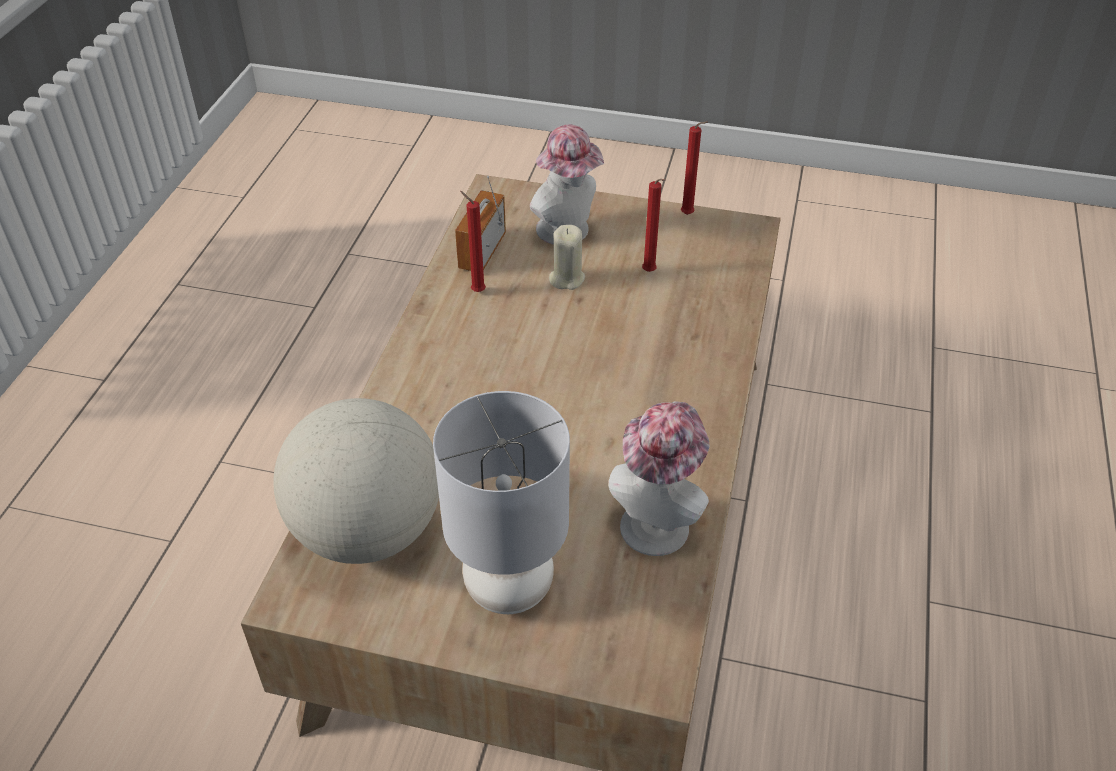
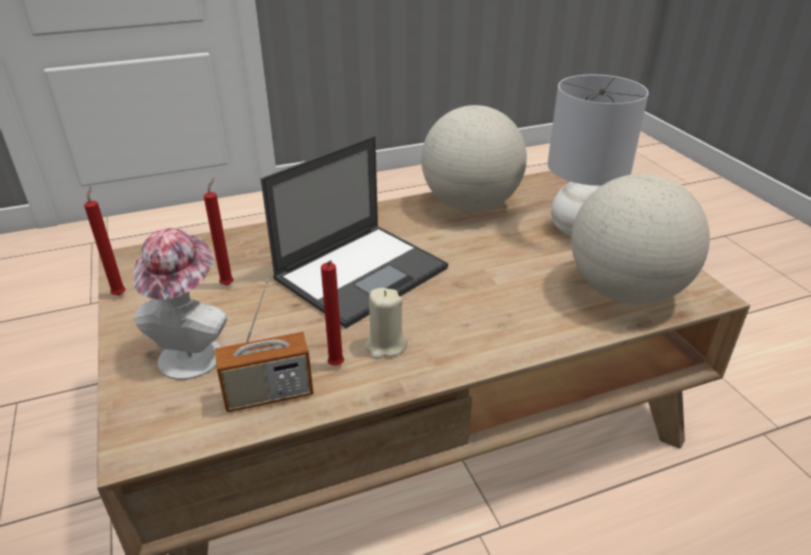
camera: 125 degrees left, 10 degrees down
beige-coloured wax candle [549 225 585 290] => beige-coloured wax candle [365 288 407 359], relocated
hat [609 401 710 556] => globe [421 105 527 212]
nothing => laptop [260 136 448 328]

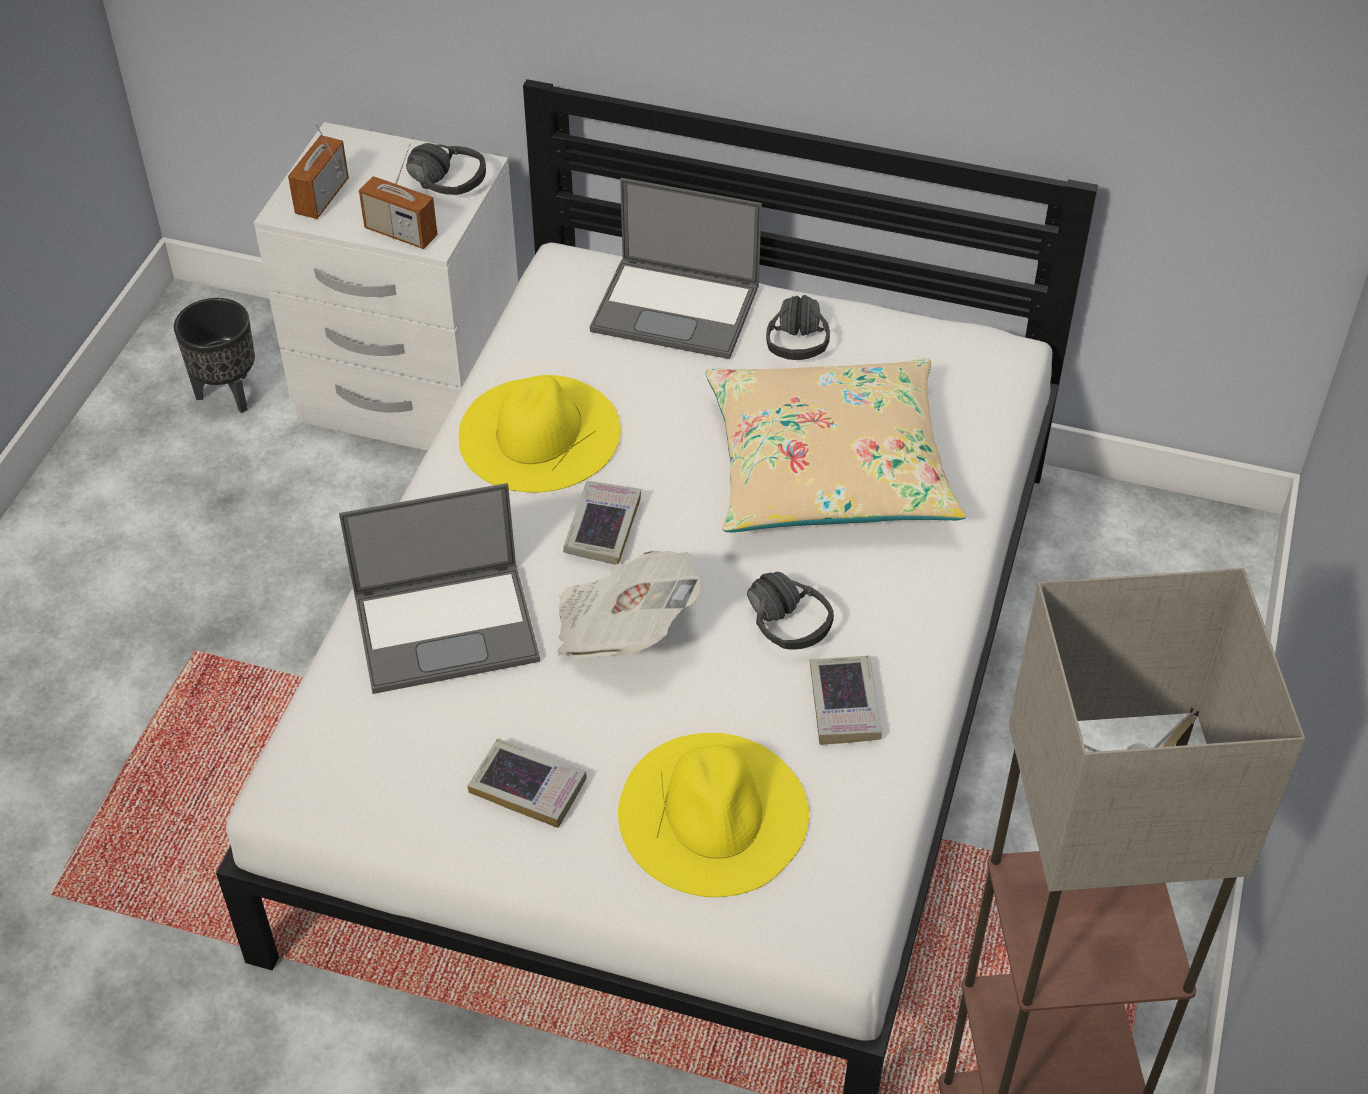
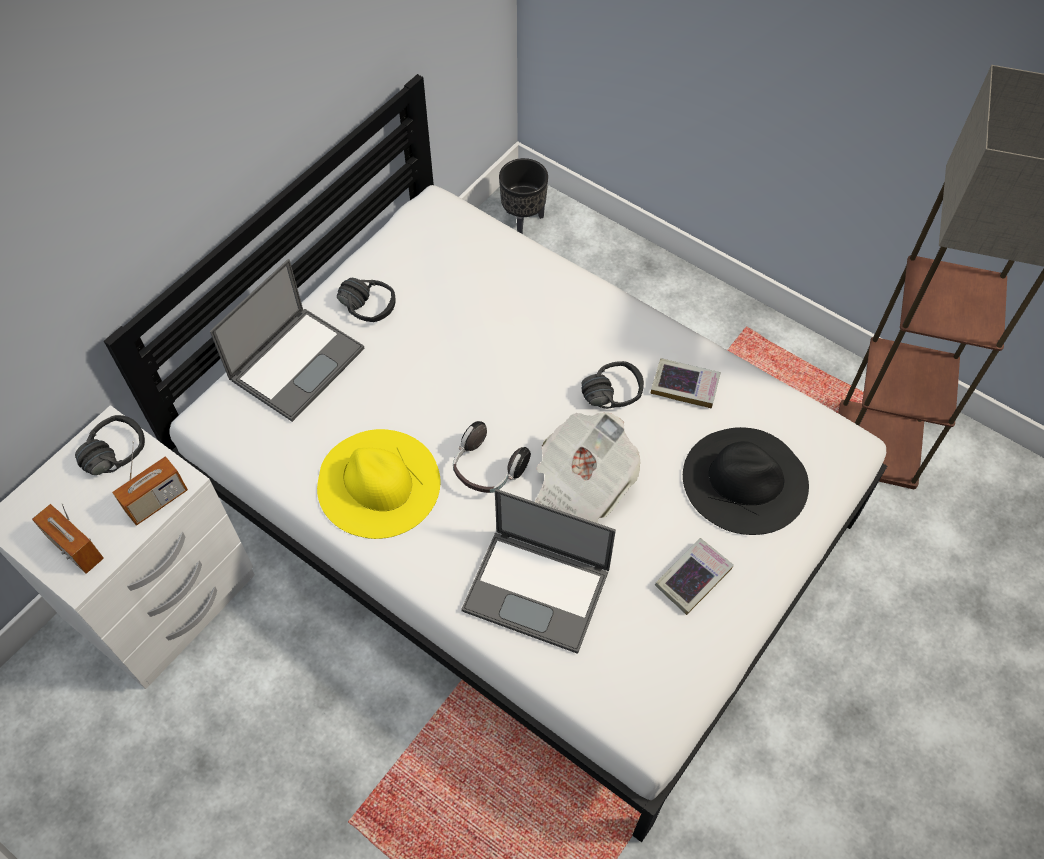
camera: 70 degrees left, 10 degrees up
black flower pot [174 298 255 413] => black flower pot [499 158 548 234], relocated
beige-coloured throw pillow [706 359 966 533] => nothing
bound book [563 481 641 565] => headset [453 421 531 493]
laptop [339 483 540 694] => laptop [461 489 616 654], 105 degrees clockwise
yellowish hat [618 733 809 897] => black hat [683 427 809 535]

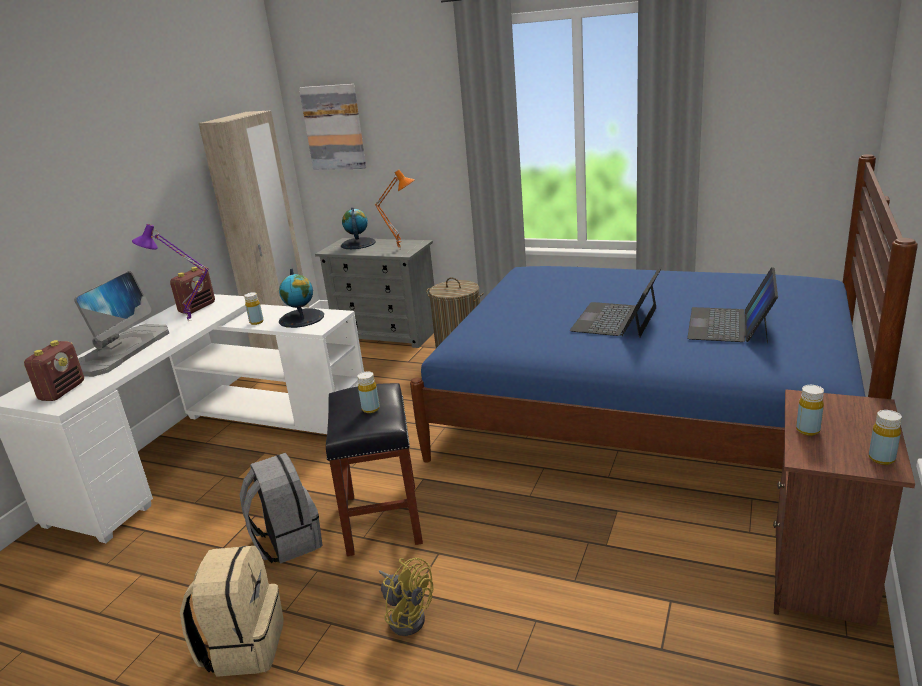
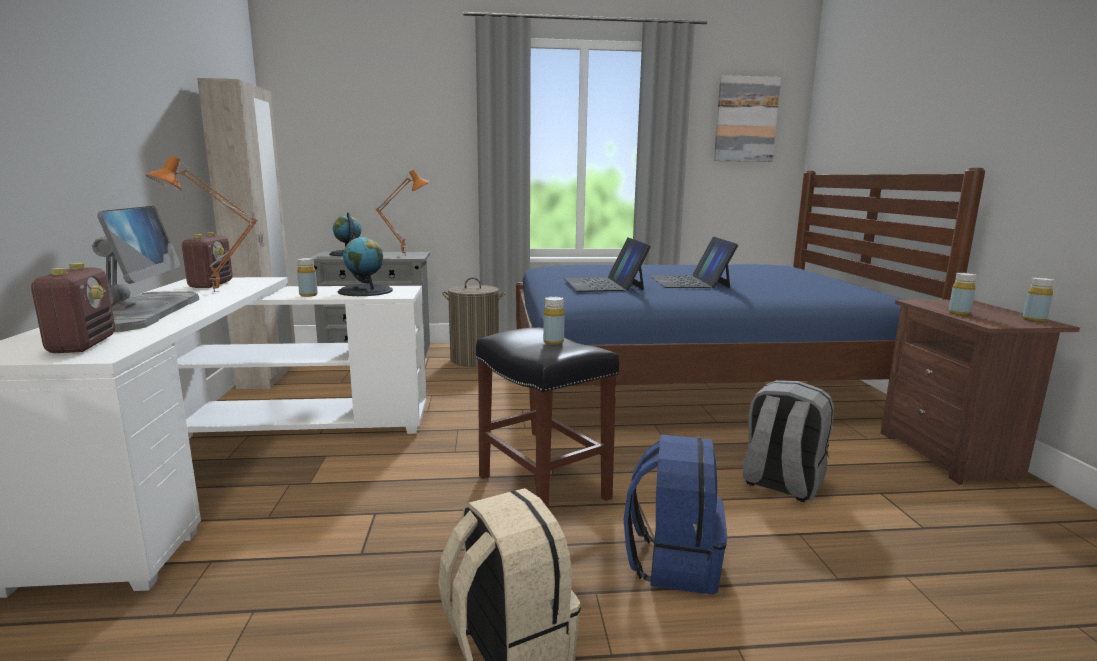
camera: 30 degrees left, 10 degrees down
picture [299 84 366 170] => picture [714 75 781 162], relocated
purplish table lamp [132 224 209 321] => orange-coloured table lamp [146 155 258 292]
laptop [687 267 778 343] => laptop [564 238 651 292], relocated
grey backpack [240 453 322 564] => grey backpack [743 380 834 502], relocated
yellowish electric fan [379 557 433 636] => bluish backpack [624 434 727 594]

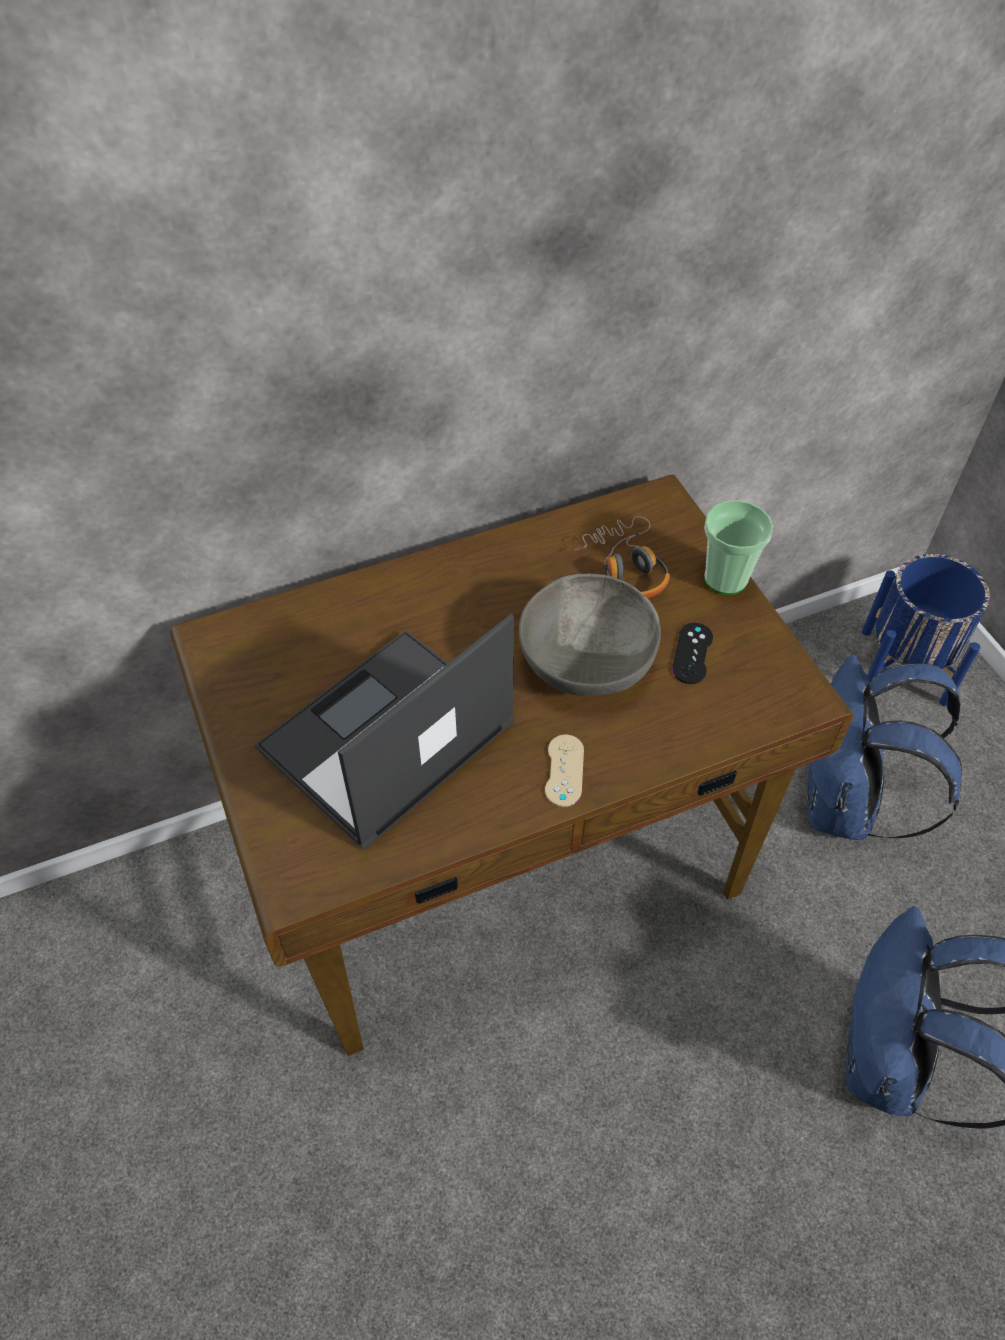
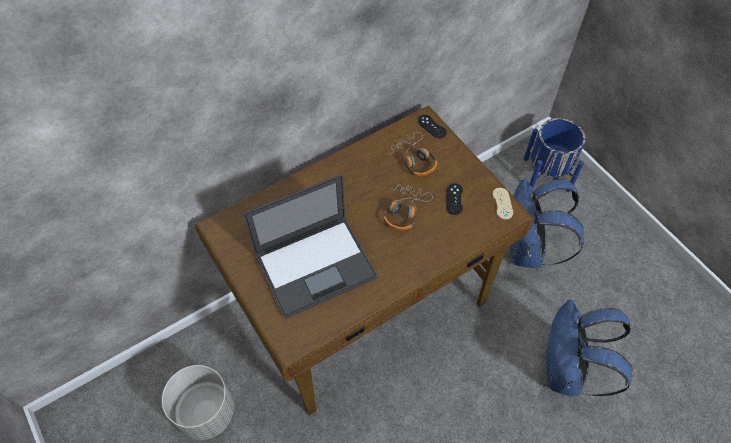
camera: 10 degrees left, 5 degrees up
drinking cup [704 500 773 595] => nothing
grey serving bowl [519 573 661 696] => headset [384 184 433 231]
laptop [254 614 515 850] => laptop [243 174 378 319], 150 degrees counterclockwise
beige-coloured game controller [545 735 584 807] => beige-coloured game controller [493 188 513 219], relocated
nothing => black game controller [418 115 447 138]
nothing => grey flower pot [162 365 234 440]

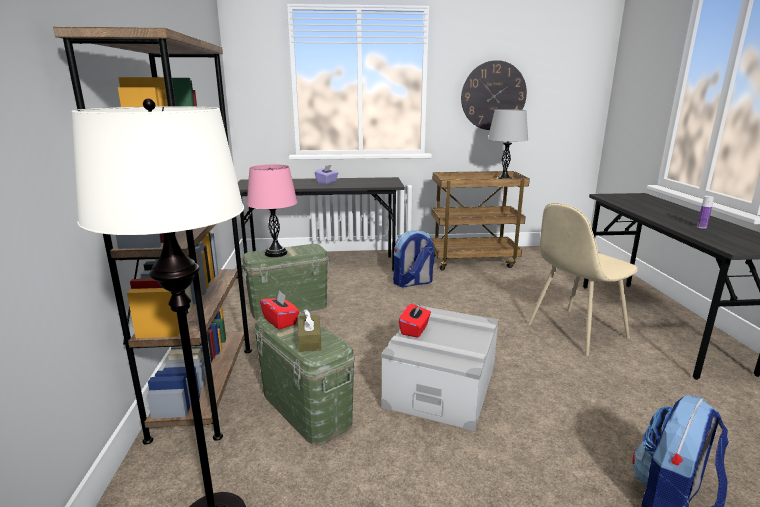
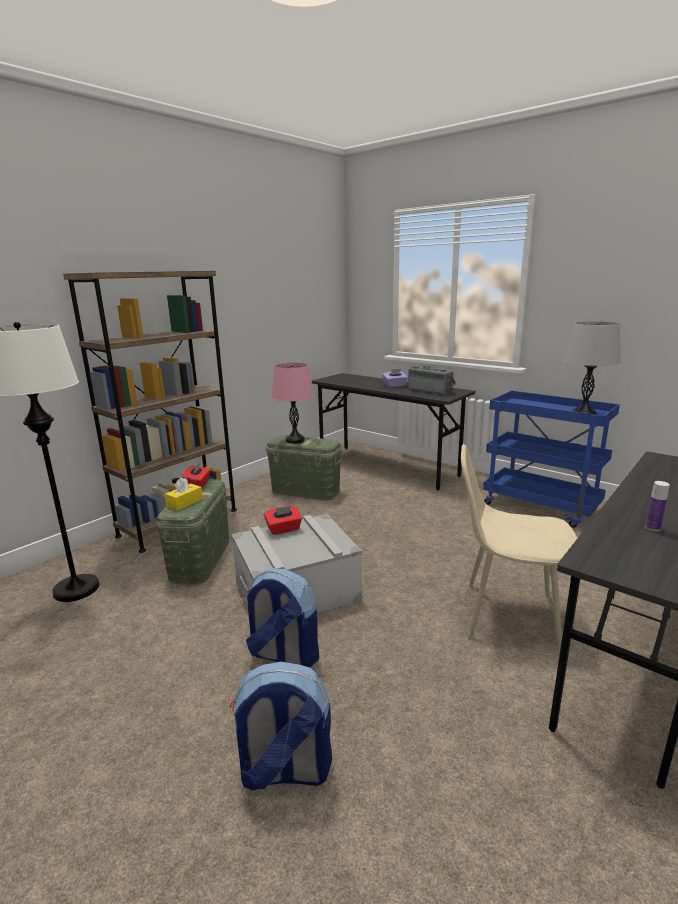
camera: 45 degrees right, 0 degrees up
clock on the wall [461 60 527 130] => nothing
brown wheeled cart [431 171 530 270] => bluish wheeled cart [483 391 620 528]
backpack [393 230 435 288] => backpack [246 568 319 668], relocated
brown box of tissues [298 309 321 352] => yellowish box of tissues [165 477 203 511]
nothing => radio receiver [408 365 456 395]

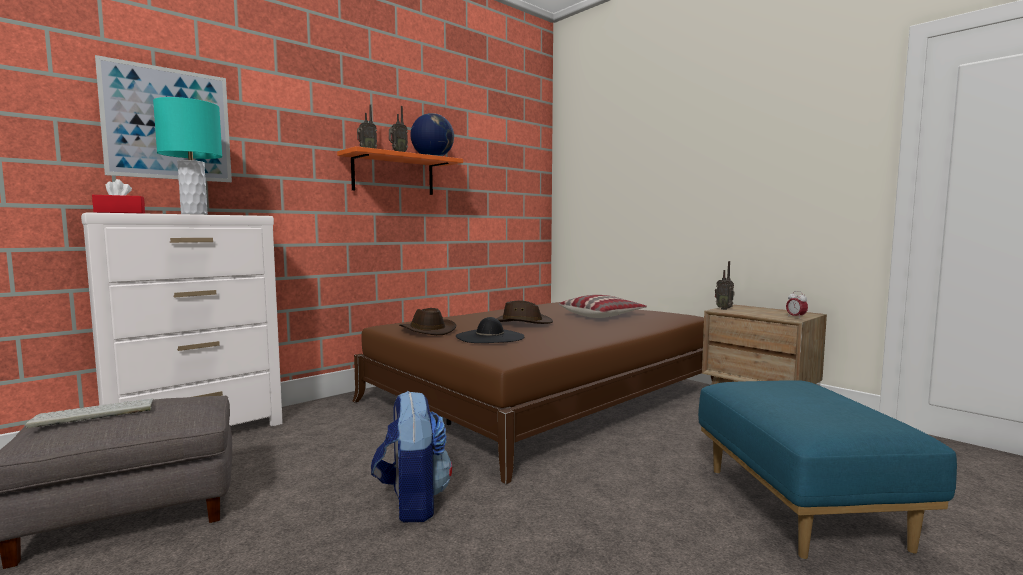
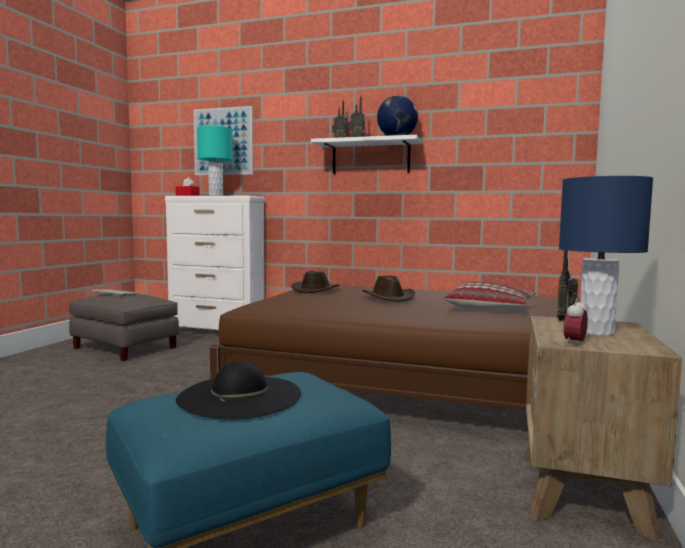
camera: 60 degrees right, 0 degrees up
orange-coloured wall shelf [337 146 463 195] => white wall shelf [311 135 423 174]
black hat [456 317 524 343] => black hat [176 361 301 420], relocated
backpack [371 390 452 522] => nothing
nothing => bluish table lamp [559 176 653 336]

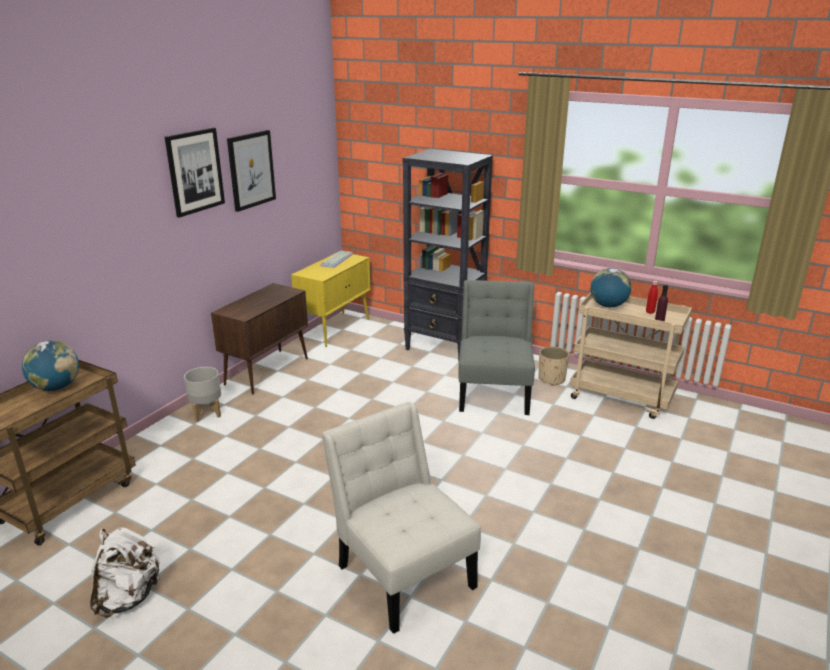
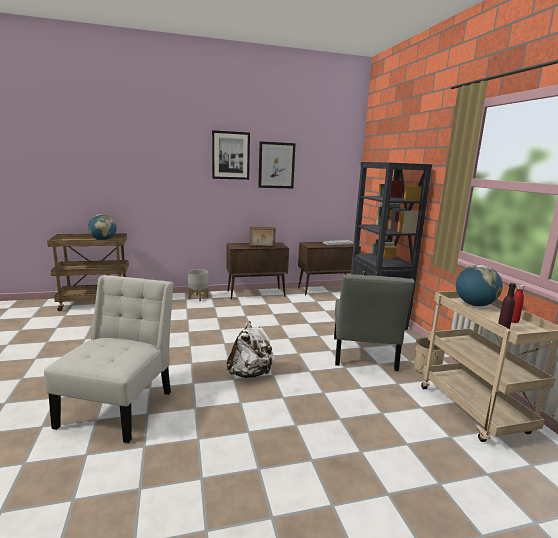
camera: 45 degrees right, 10 degrees down
yellowish cabinet [291 253 370 347] => brown cabinet [298 242 361 296]
grey plain chair [459 280 535 415] => grey plain chair [334 274 415 371], 135 degrees clockwise
white backpack [90 527 161 618] => white backpack [226 321 275 378], relocated
nothing => photo frame [249 227 276 248]

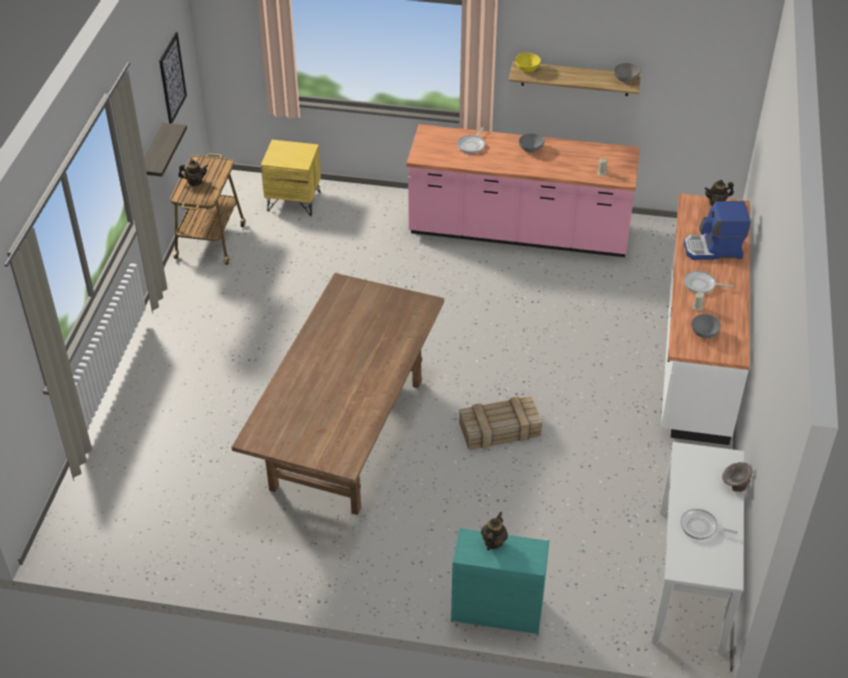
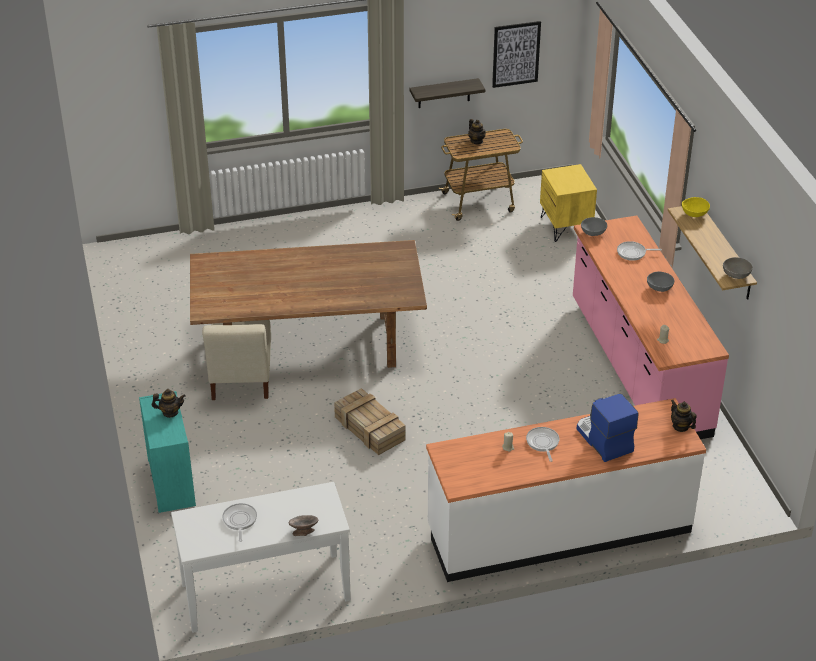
camera: 65 degrees right, 5 degrees down
grey serving bowl [692 314 721 338] => grey serving bowl [581 217 607 236], relocated
nothing => beige-coloured plain chair [202 320 271 400]

